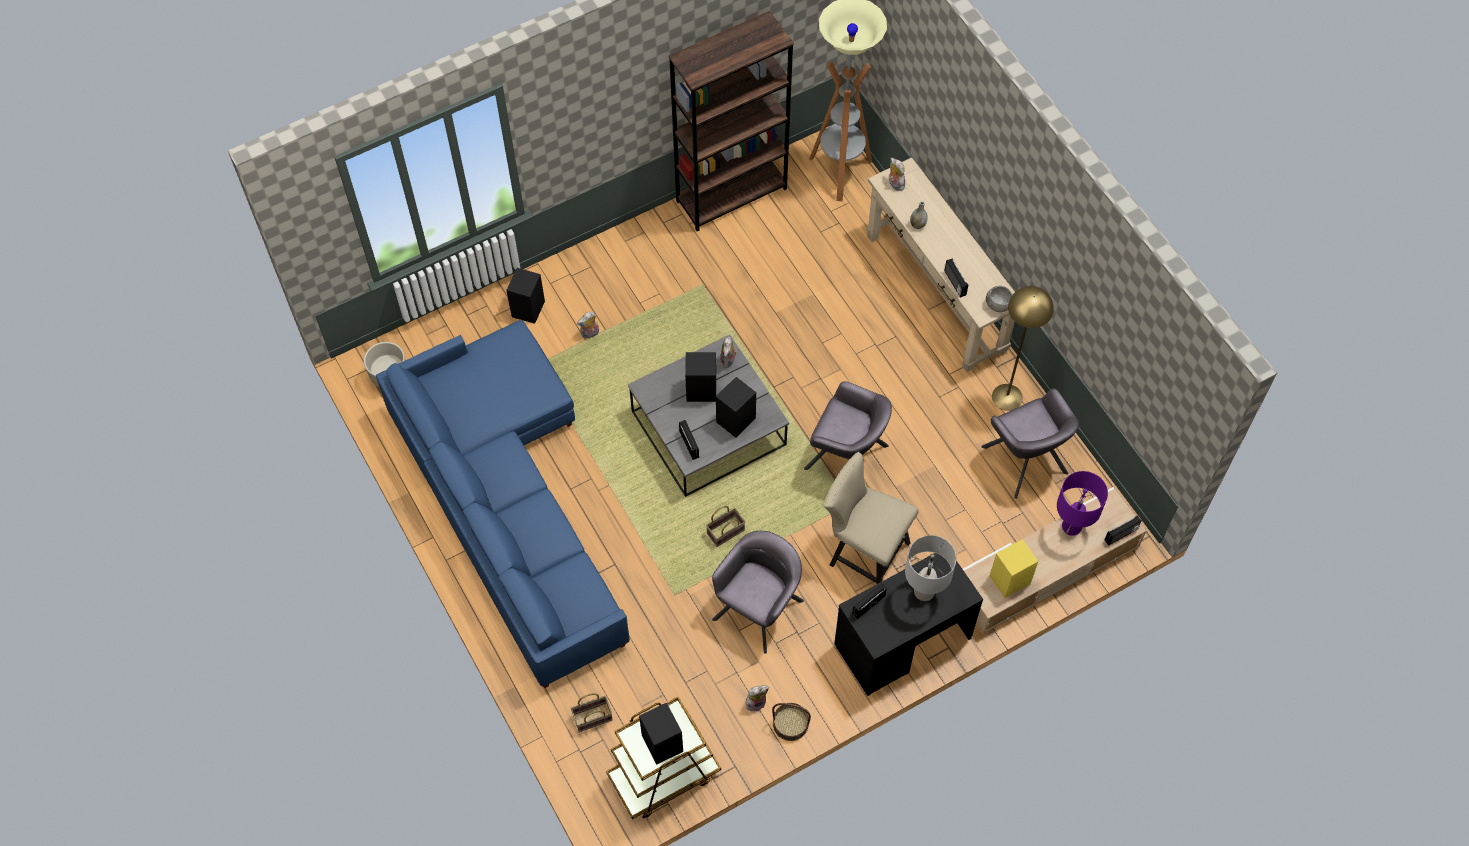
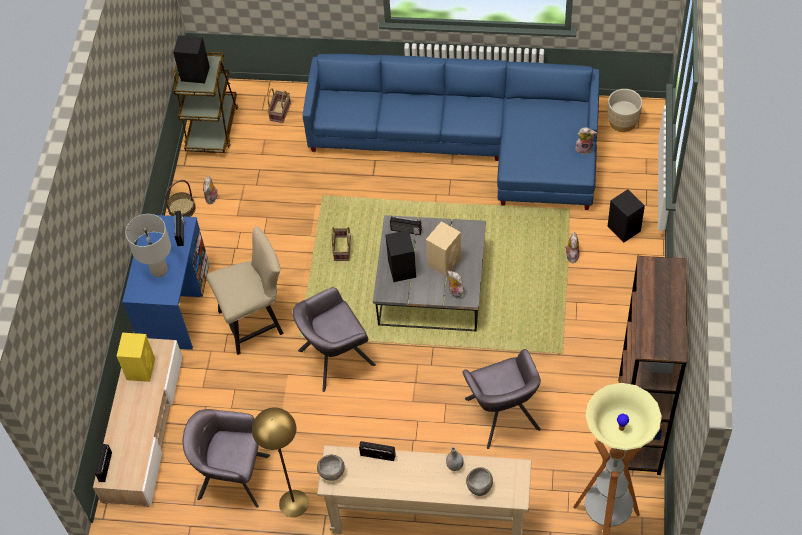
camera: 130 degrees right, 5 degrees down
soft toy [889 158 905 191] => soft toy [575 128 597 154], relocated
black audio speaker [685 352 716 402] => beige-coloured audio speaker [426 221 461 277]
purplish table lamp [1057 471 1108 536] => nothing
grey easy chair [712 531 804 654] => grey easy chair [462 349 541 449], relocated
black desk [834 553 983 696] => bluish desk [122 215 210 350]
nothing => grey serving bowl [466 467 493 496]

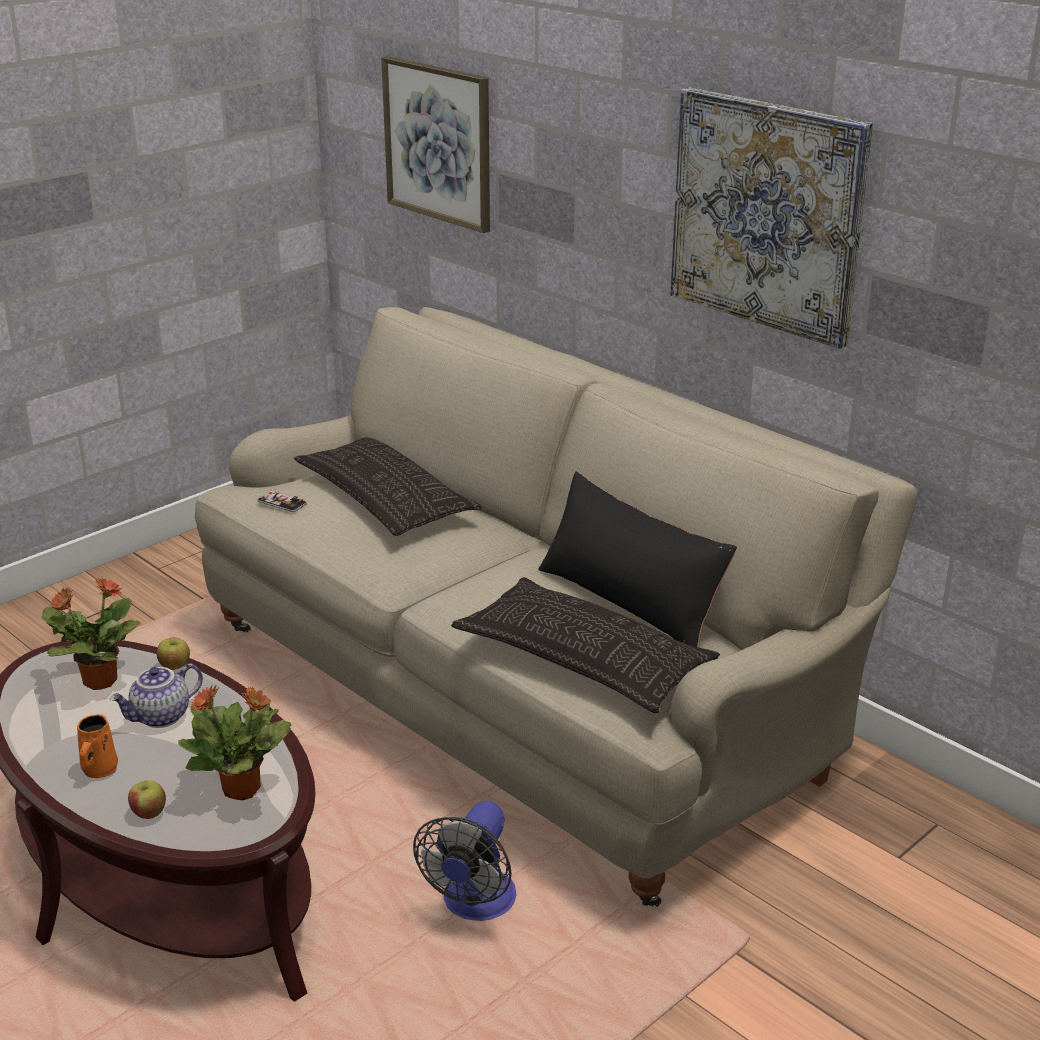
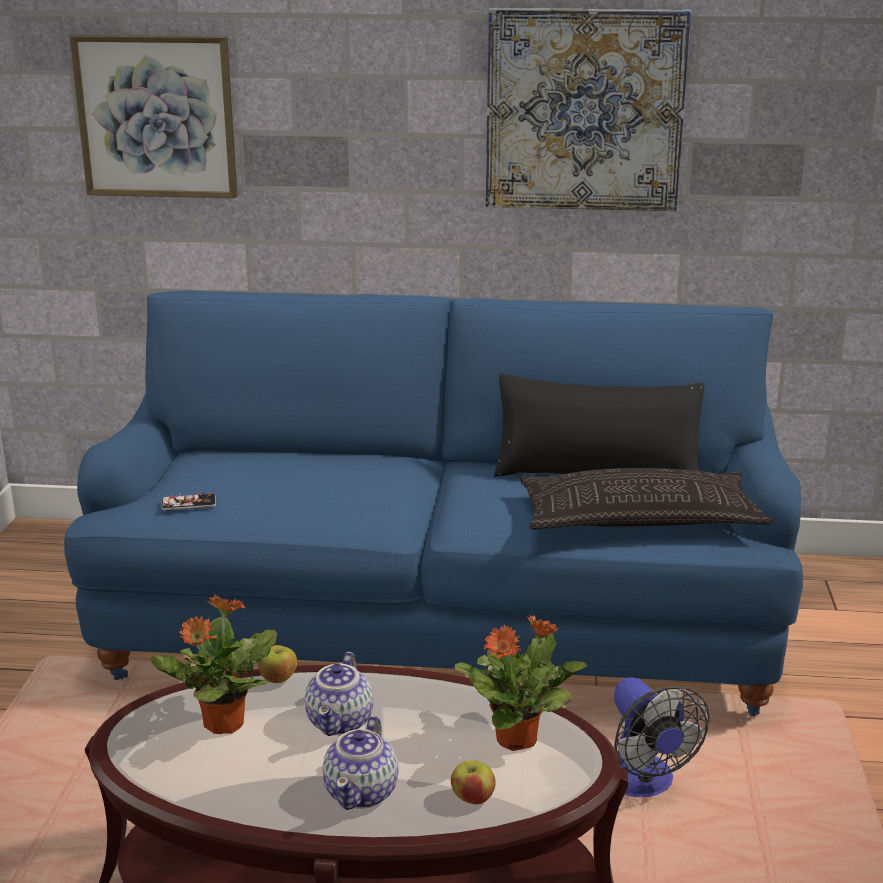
camera: 40 degrees left, 5 degrees down
beige-coloured couch [195 307 917 907] => bluish couch [64 290 803 717]
throw pillow [294 437 482 536] => nothing
orange-coloured coffee mug [77 714 118 778] => tea pot [323 716 398 810]

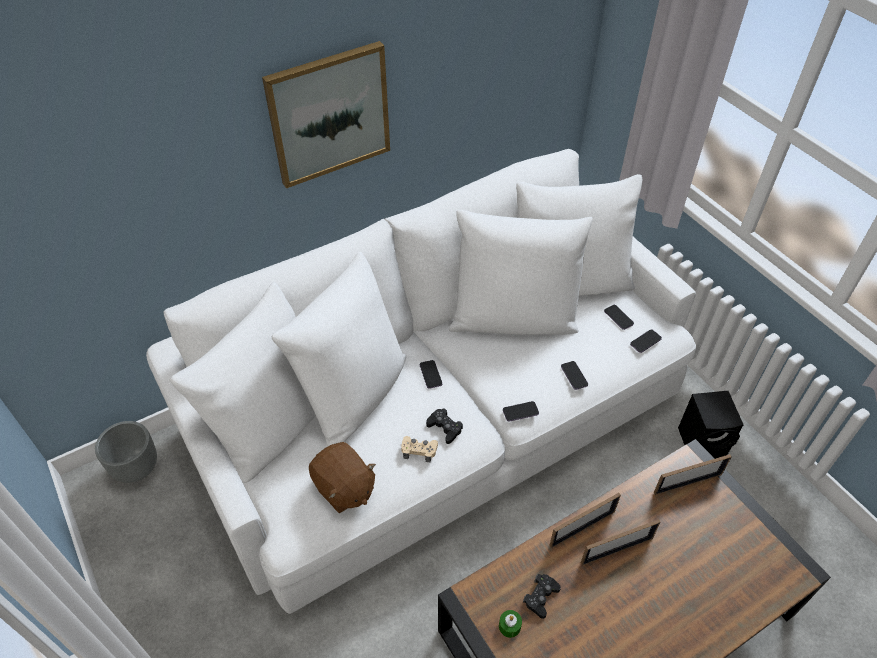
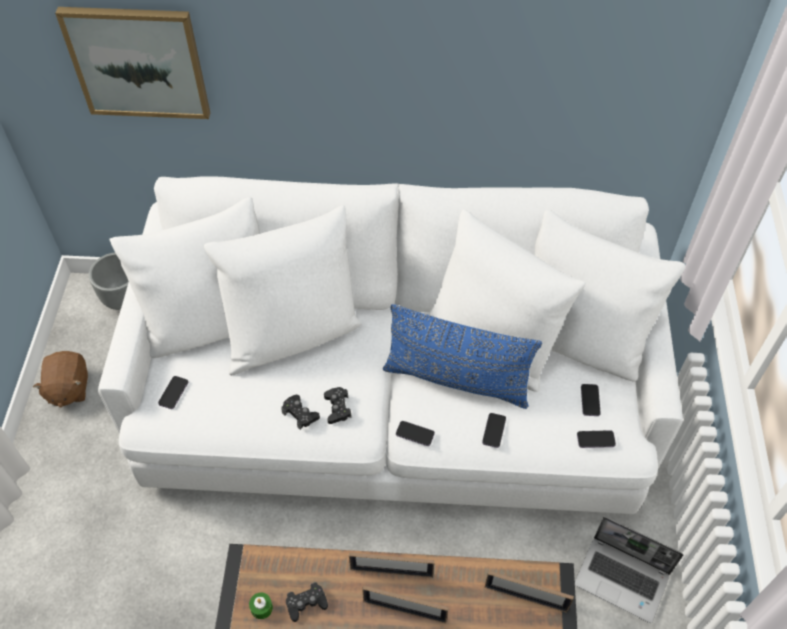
camera: 35 degrees right, 5 degrees up
picture [262 41 390 188] => picture [55 7 210 119], relocated
phone [420 360 442 389] => phone [158 376 188 409], relocated
black audio speaker [678 391 744 459] => laptop [575 517 683 623]
beige-coloured game controller [401 436 438 462] => black game controller [282 395 320 430]
brown soft toy [309 442 376 513] => brown soft toy [33 351 88 408], relocated
nothing => bluish throw pillow [383 304 542 409]

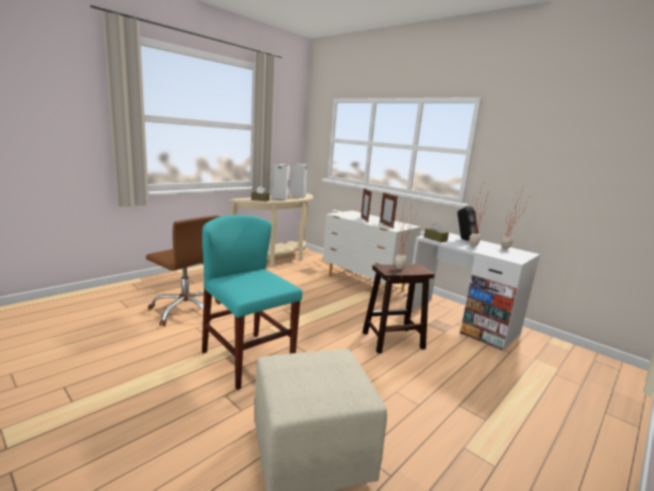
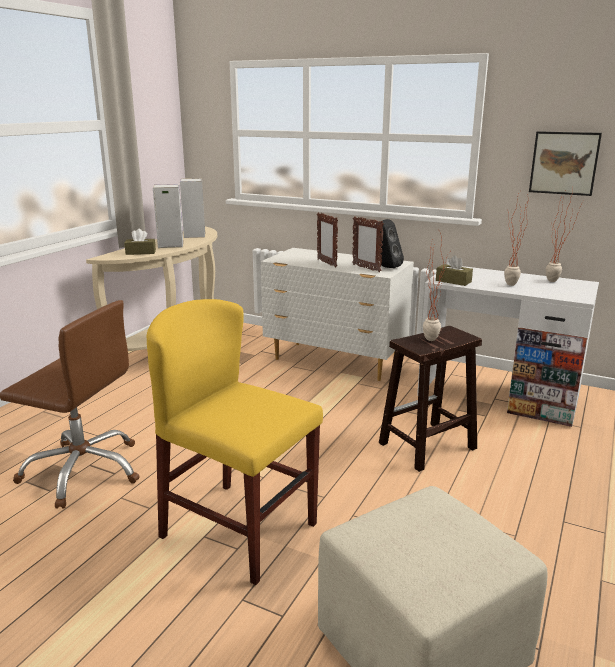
camera: 15 degrees left, 5 degrees up
black audio speaker [457 206 478 241] => black audio speaker [379 219 404 268], relocated
turquoise plain chair [202 215 302 390] => yellowish plain chair [147 299 323 585]
nothing => picture [529 131 602 196]

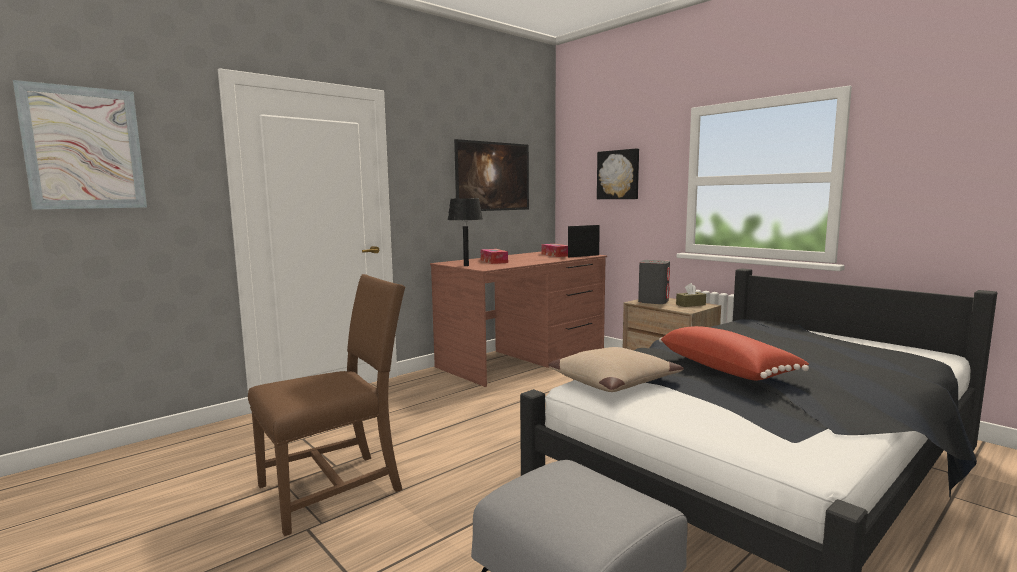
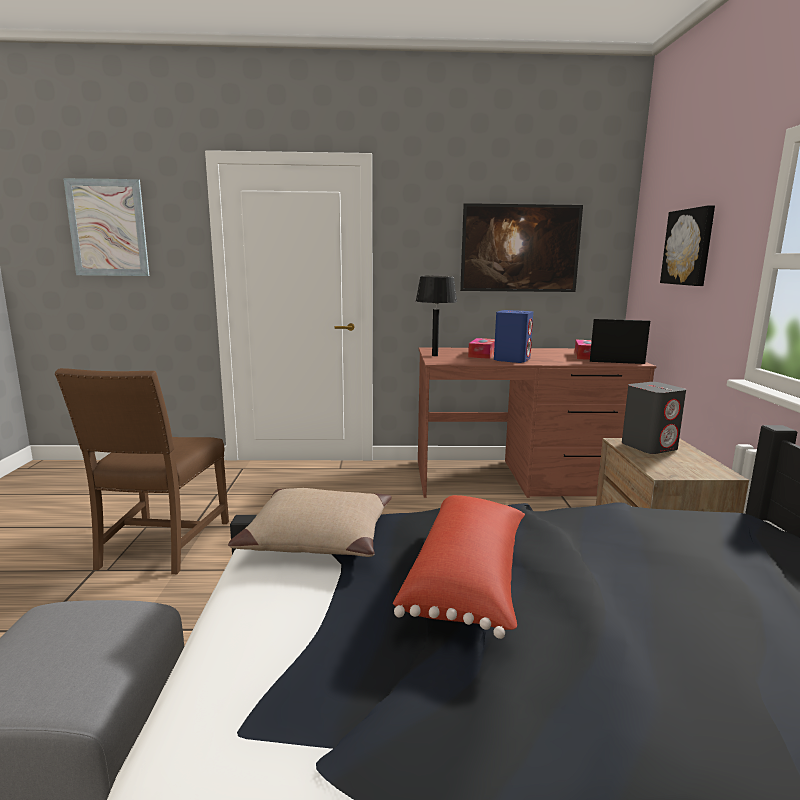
camera: 40 degrees right, 5 degrees up
brown plain chair [248 274 405 536] => brown plain chair [55 368 229 574], 90 degrees clockwise
brown box of tissues [676 283 706 307] => nothing
nothing => bluish audio speaker [494 310 533 363]

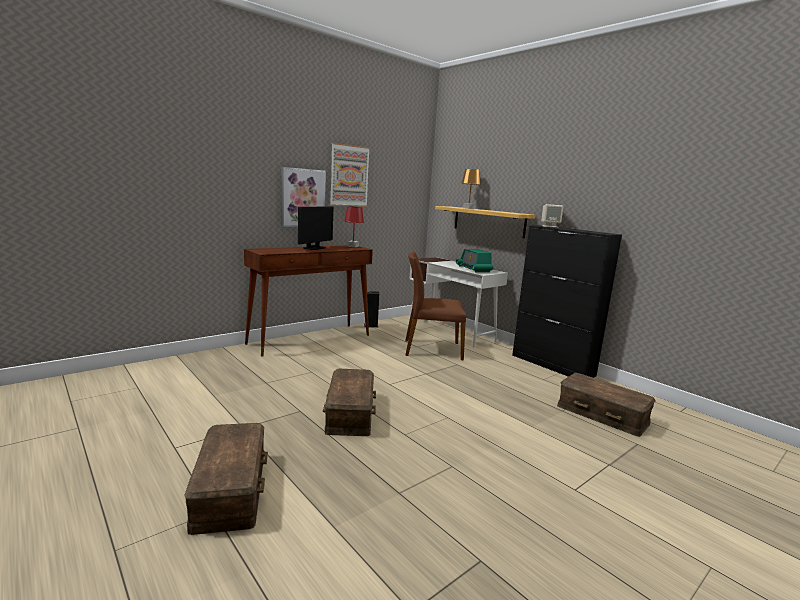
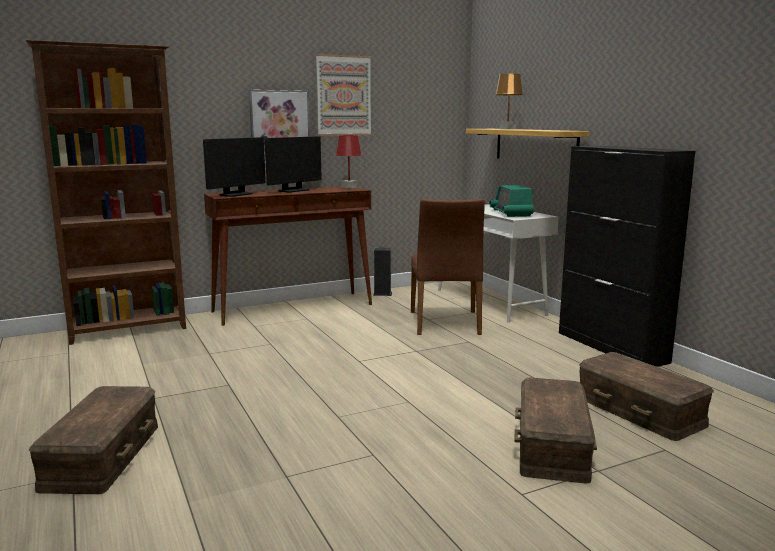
camera: 15 degrees right, 0 degrees up
beige-coloured audio speaker [541 204 563 228] => nothing
brown plain chair [405 252 466 360] => brown plain chair [411 199 485 335], 105 degrees counterclockwise
brown storage box [323 369 376 436] => brown storage box [514 378 597 484], relocated
nothing => brown bookshelf [26 40 186 345]
nothing => computer display [203 137 266 197]

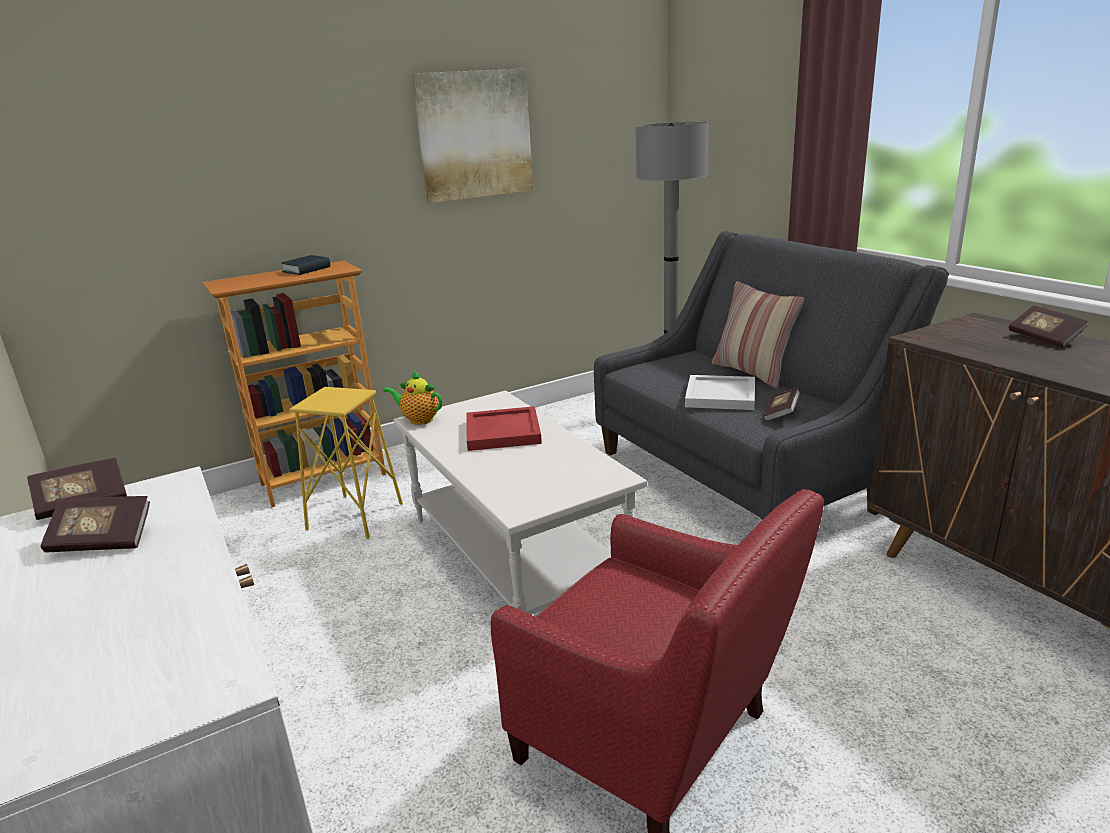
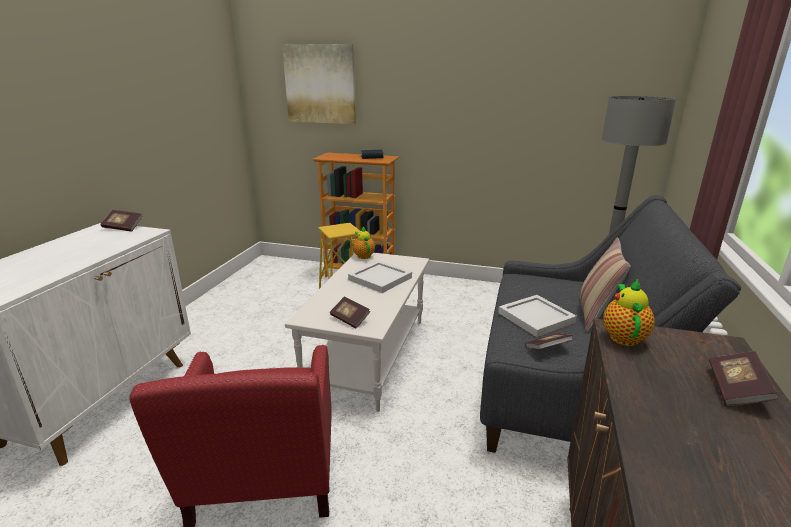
camera: 45 degrees right, 0 degrees up
picture [412 68 533 203] => picture [282 44 356 124], relocated
reddish tray [467 406 542 451] => white tray [348 261 412 293]
bound book [41 496 150 552] => bound book [330 297 370 329], relocated
nothing => tea pot [603 279 655 346]

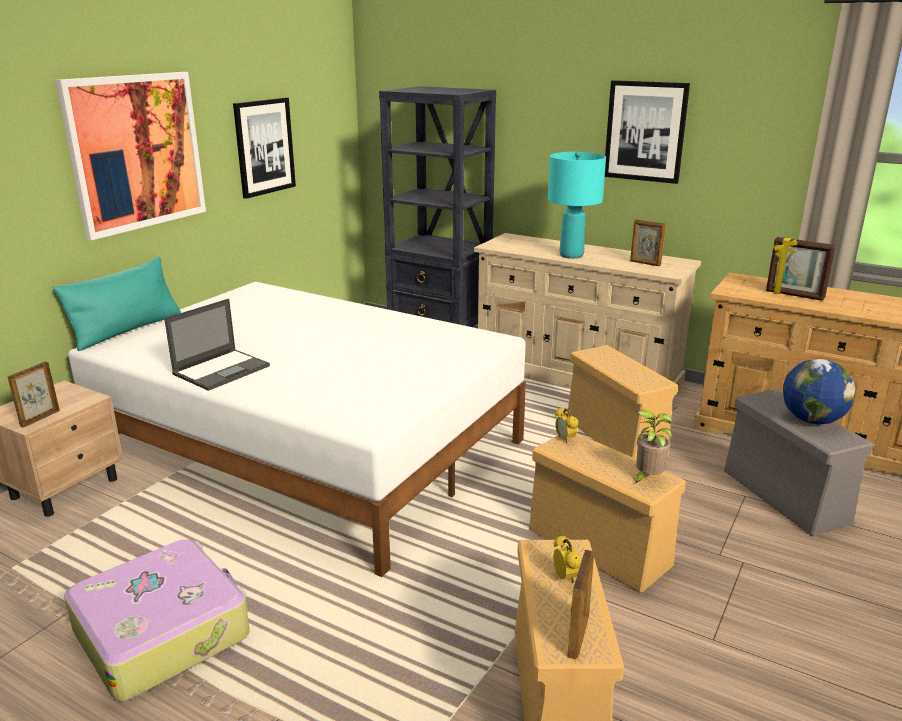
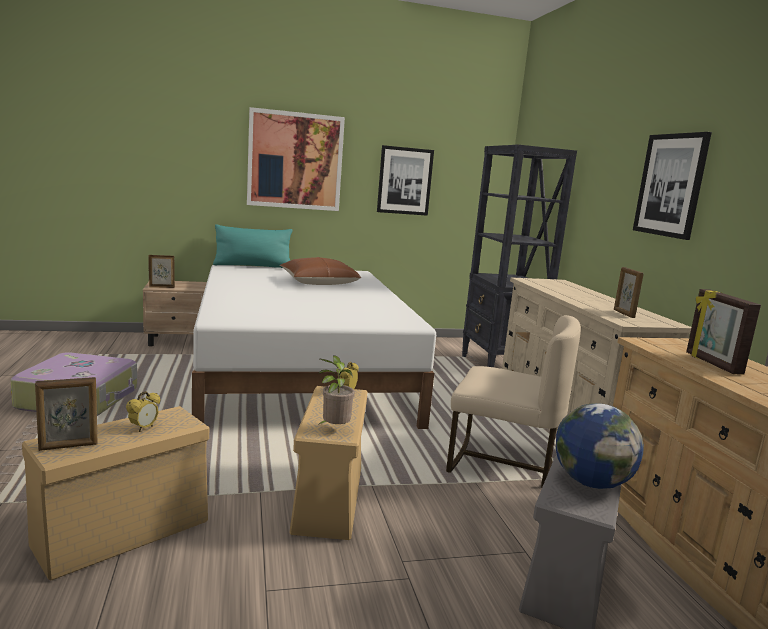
camera: 45 degrees right, 10 degrees down
turquoise table lamp [548 151 606 259] => nothing
laptop [164 299 270 391] => nothing
beige-coloured storage box [568 345 678 459] => beige-coloured plain chair [446 315 581 487]
nothing => brown throw pillow [280 257 361 285]

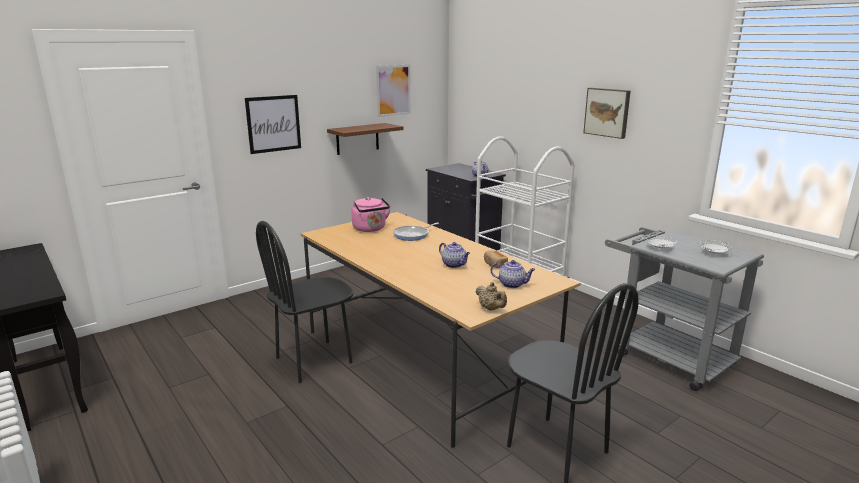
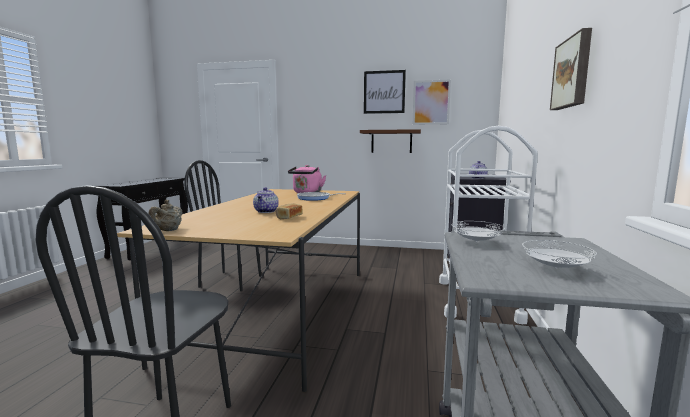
camera: 50 degrees right, 10 degrees down
picture [245 95 301 154] => picture [364 70 406 114], relocated
tea pot [491 260 535 288] => nothing

